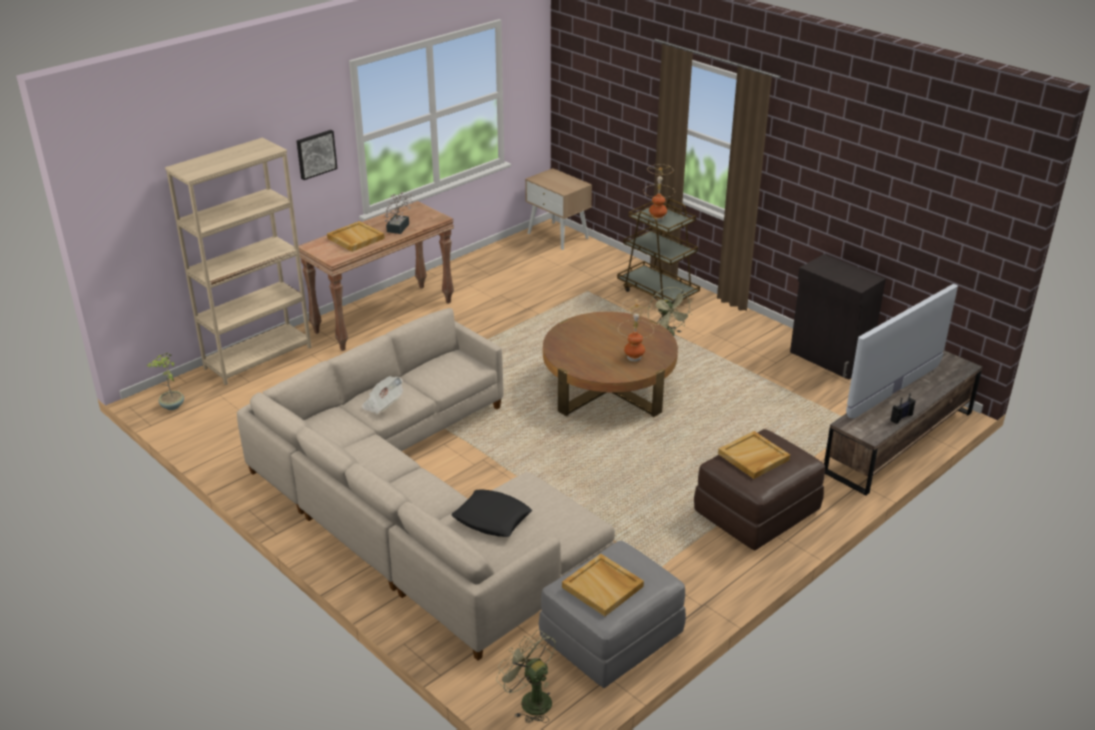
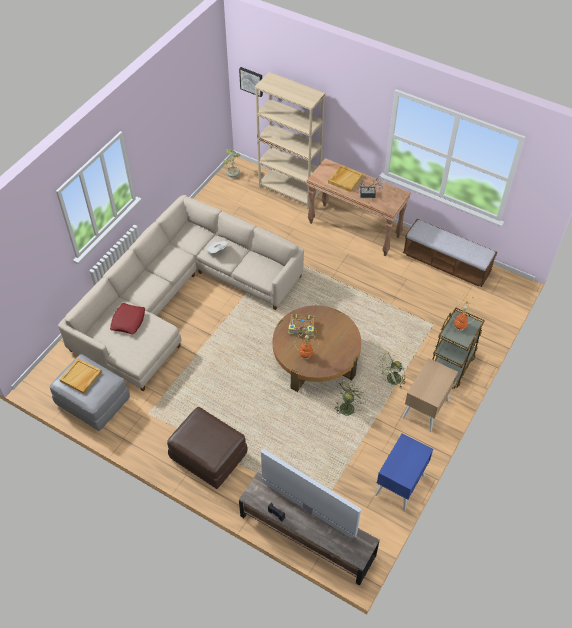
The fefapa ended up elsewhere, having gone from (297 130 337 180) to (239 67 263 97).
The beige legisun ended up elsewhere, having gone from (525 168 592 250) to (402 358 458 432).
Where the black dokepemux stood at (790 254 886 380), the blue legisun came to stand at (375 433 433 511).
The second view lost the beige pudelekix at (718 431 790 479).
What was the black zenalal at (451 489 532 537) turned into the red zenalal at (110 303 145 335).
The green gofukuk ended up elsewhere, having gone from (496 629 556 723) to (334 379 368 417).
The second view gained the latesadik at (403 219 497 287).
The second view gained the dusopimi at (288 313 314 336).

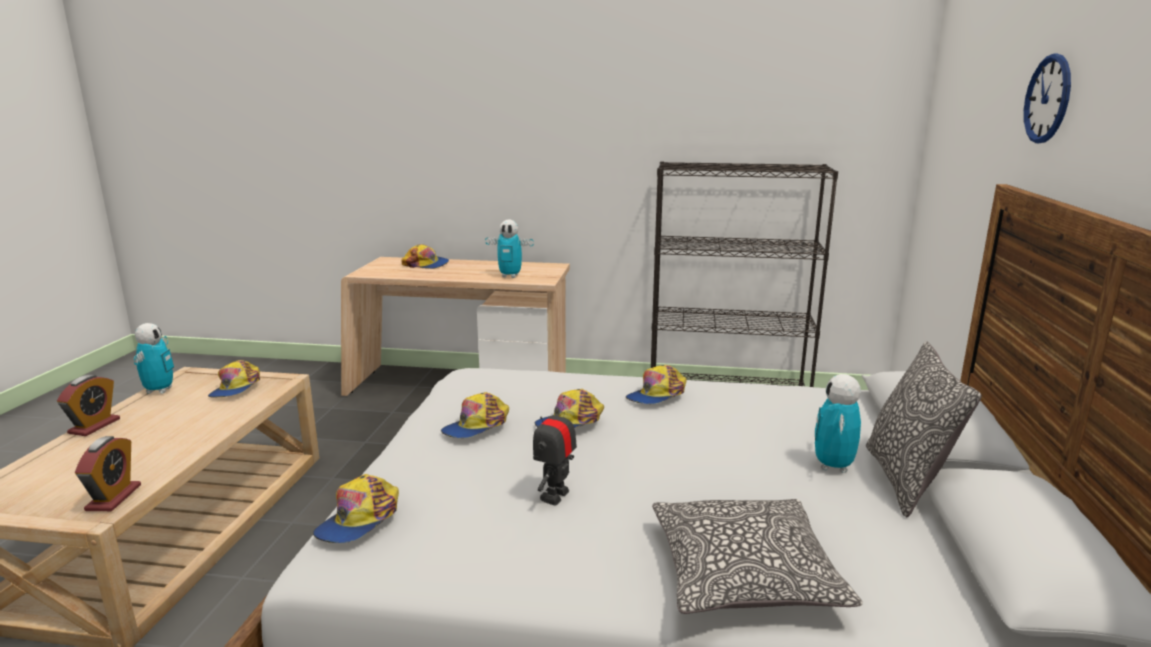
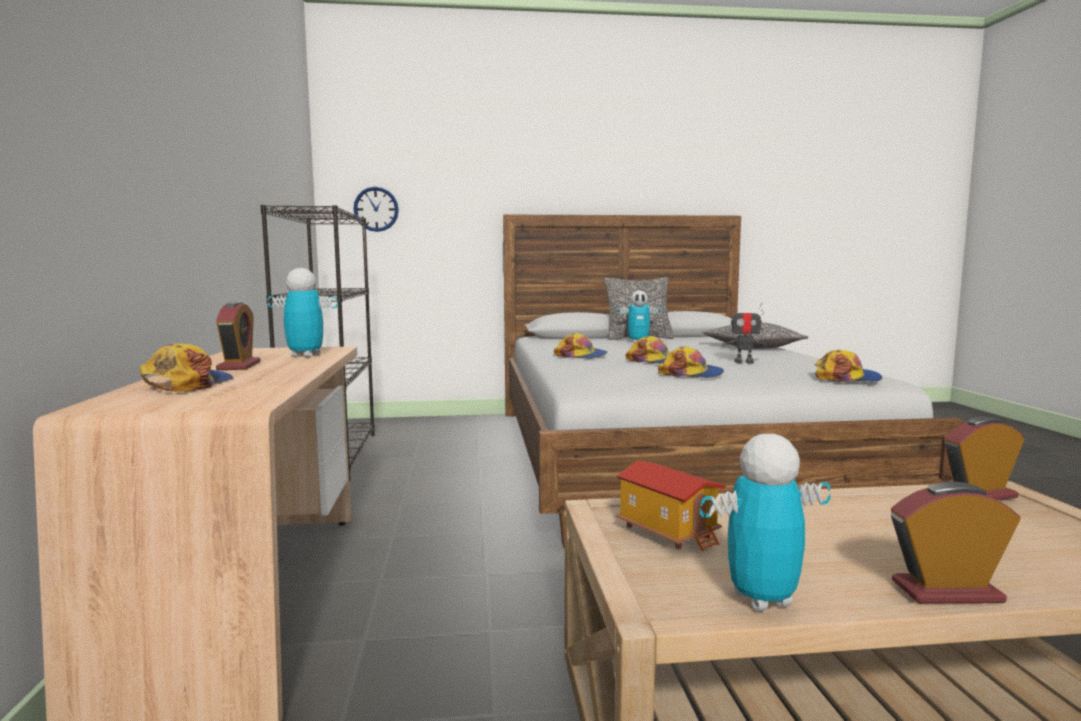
The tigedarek ended up elsewhere, having gone from (1024 54 1071 143) to (353 187 399 232).
The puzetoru at (485 219 534 278) ended up facing another way, 75 degrees counterclockwise from before.
Where the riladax stood at (208 360 260 398), the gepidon came to stand at (616 460 726 552).
The second view gained the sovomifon at (216 301 260 370).

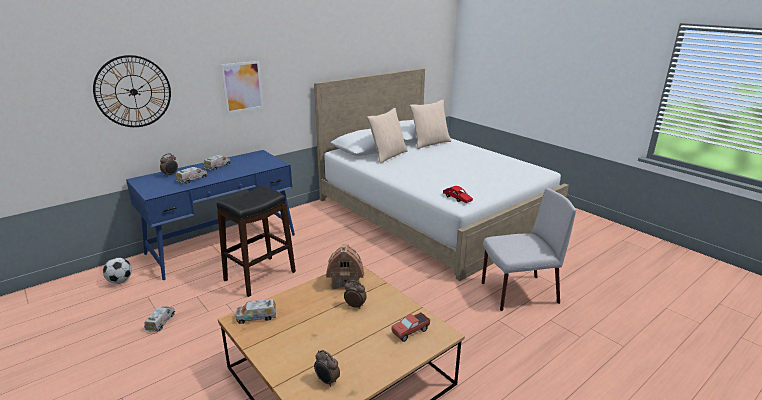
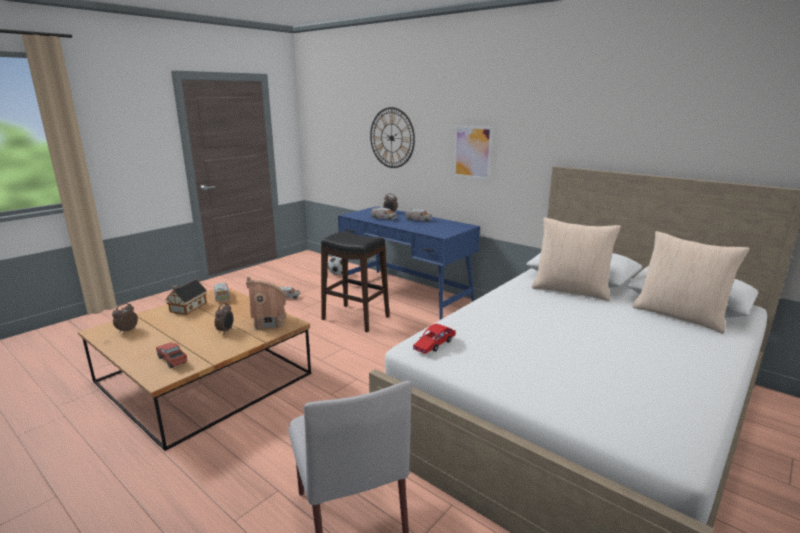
The second view gained the gepidon at (165 279 207 315).

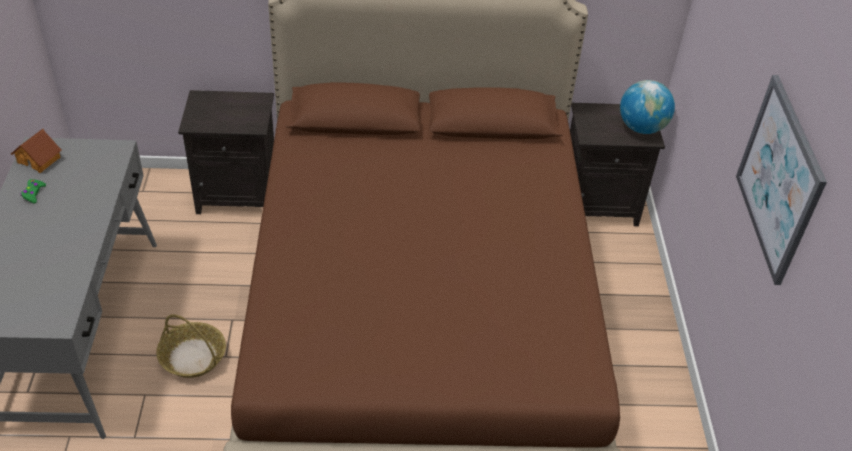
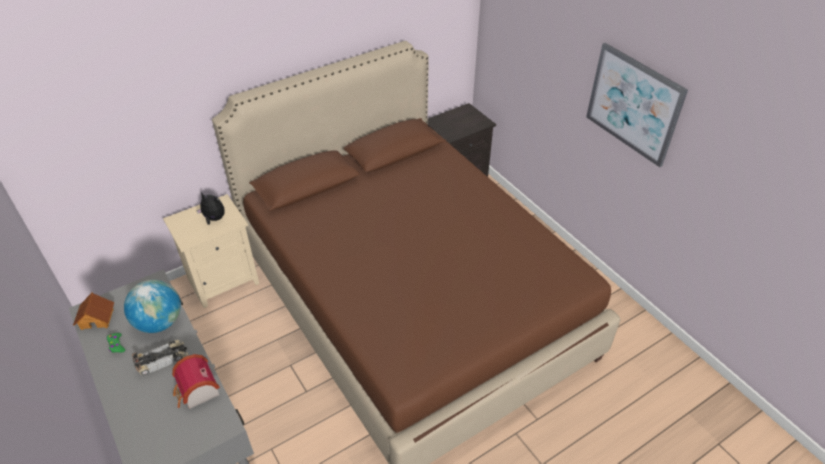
The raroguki ended up elsewhere, having gone from (620 80 675 134) to (124 280 181 333).
What was the black legisun at (178 90 274 214) turned into the beige legisun at (163 194 259 308).
The second view lost the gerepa at (156 314 226 378).
The second view gained the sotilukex at (196 192 225 225).
The second view gained the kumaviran at (132 340 188 376).
The second view gained the gepidon at (172 354 220 409).

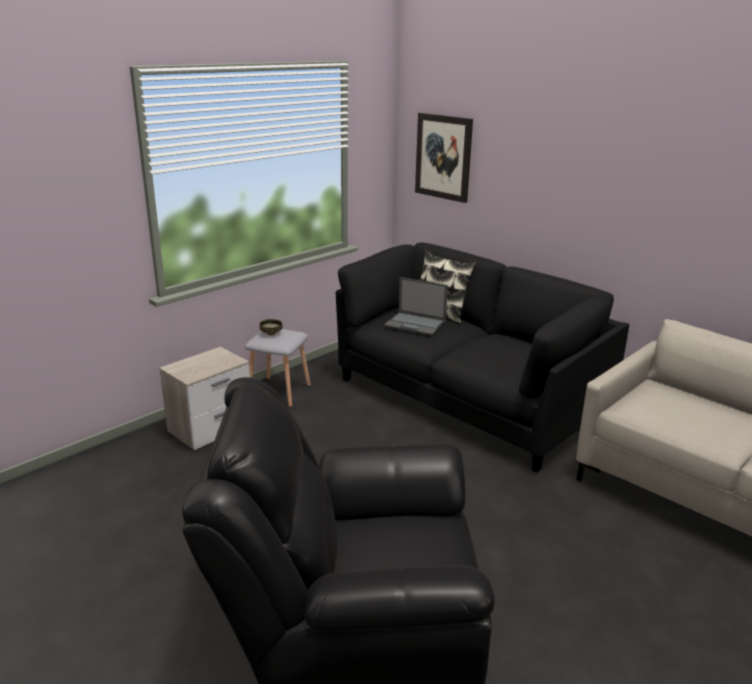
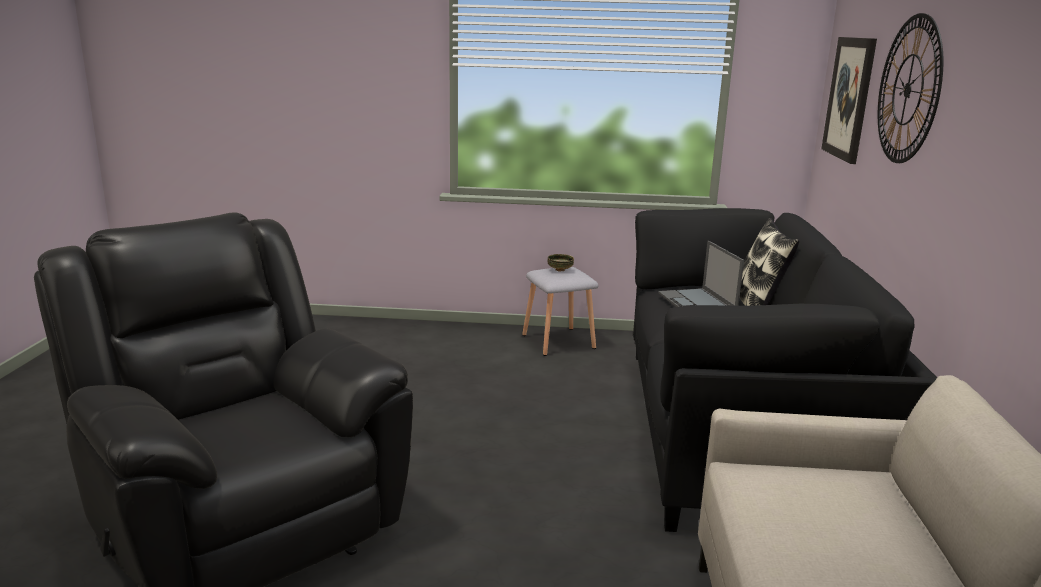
The second view lost the legisun at (159 347 250 451).
The second view gained the tigedarek at (878 13 943 163).

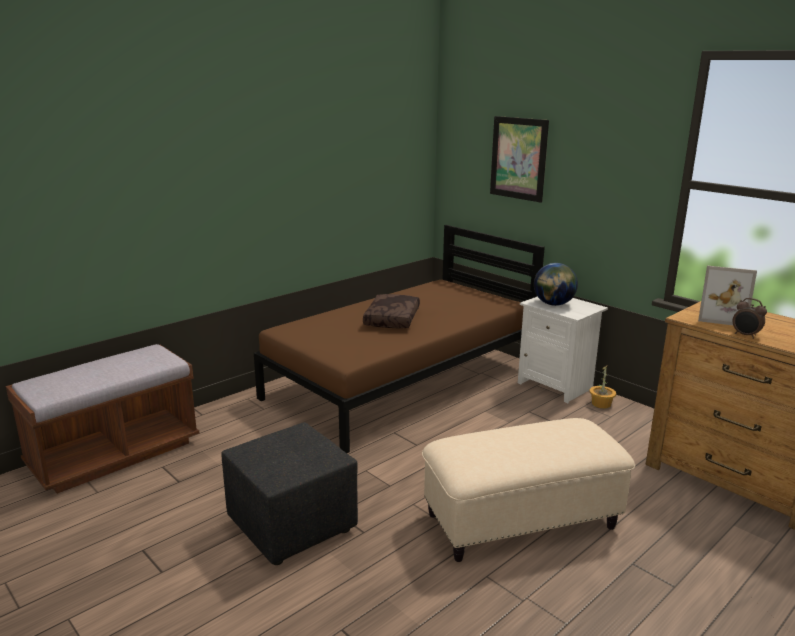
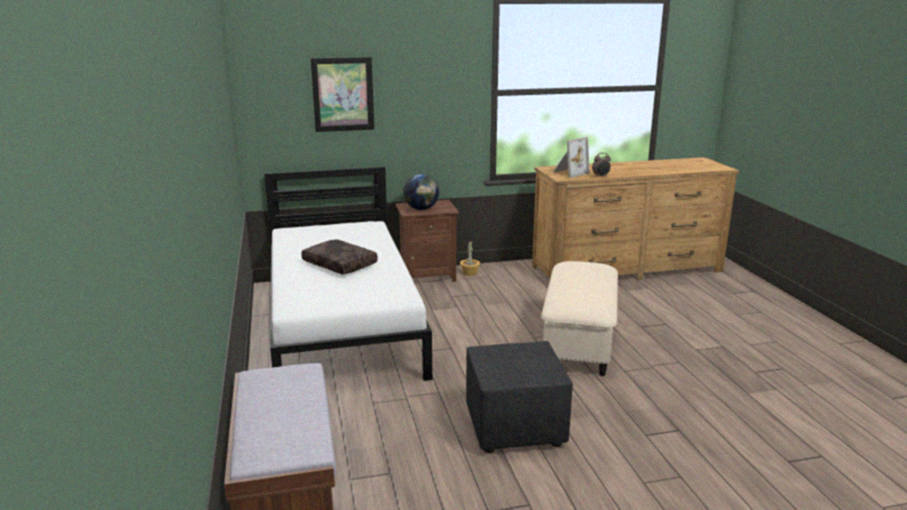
What was the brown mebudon at (254 225 545 453) turned into the white mebudon at (264 167 432 381).
What was the white legisun at (518 297 608 403) turned into the brown legisun at (395 200 459 282).

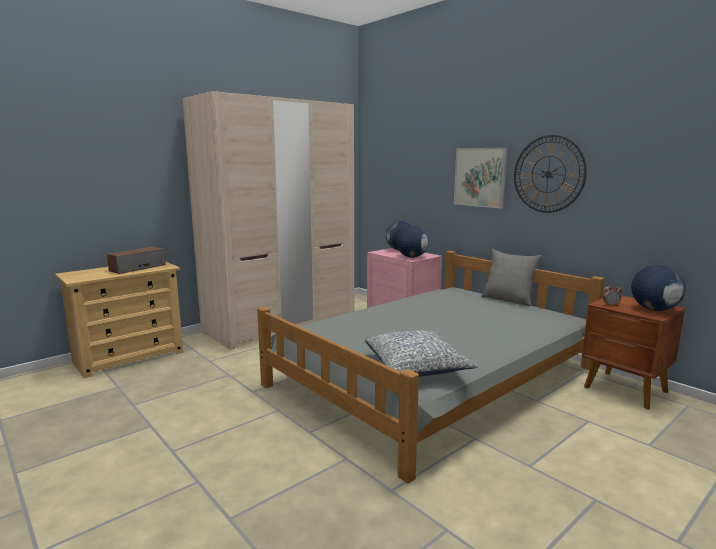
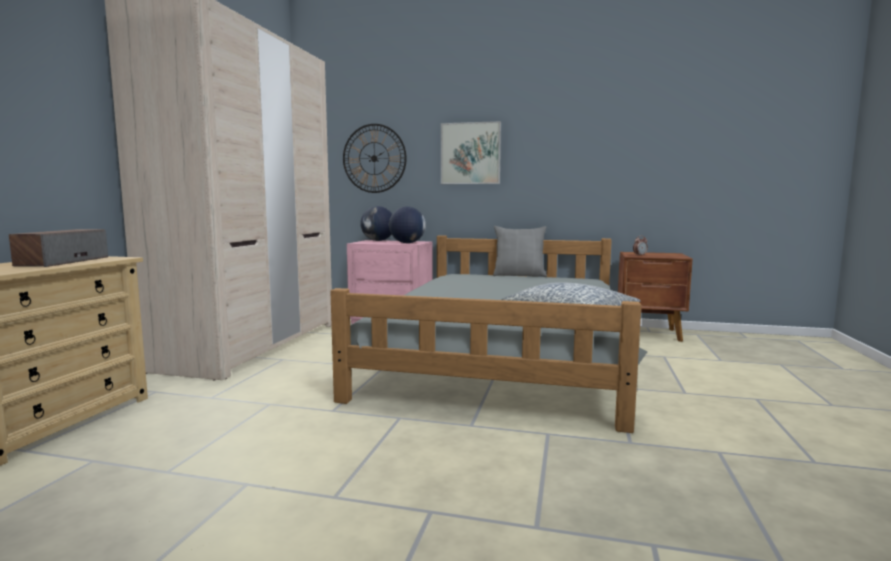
The tigedarek ended up elsewhere, having gone from (514 135 587 213) to (343 124 407 193).
The second view lost the raroguki at (631 265 686 311).

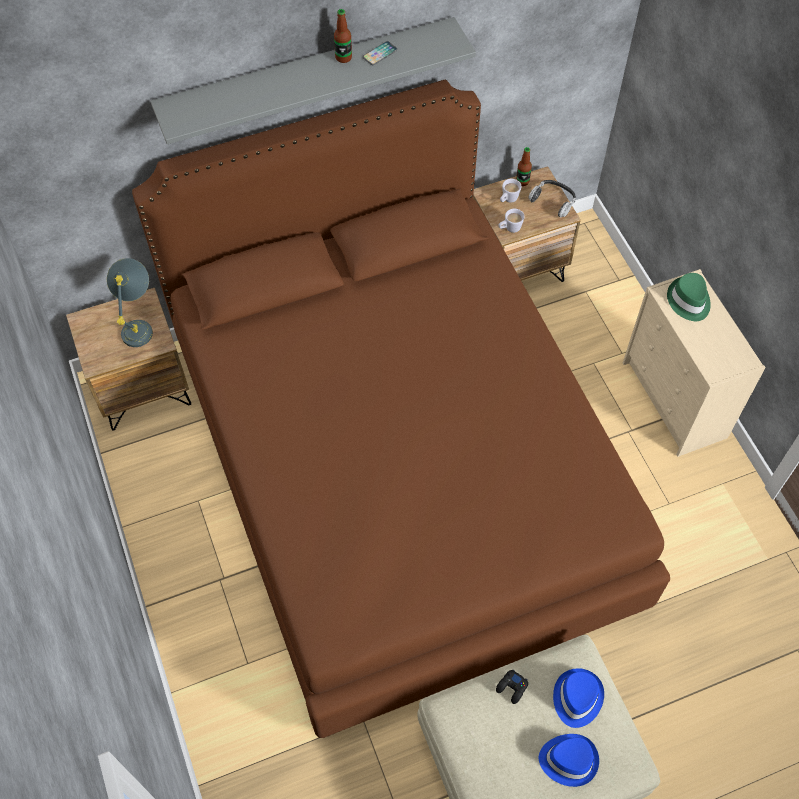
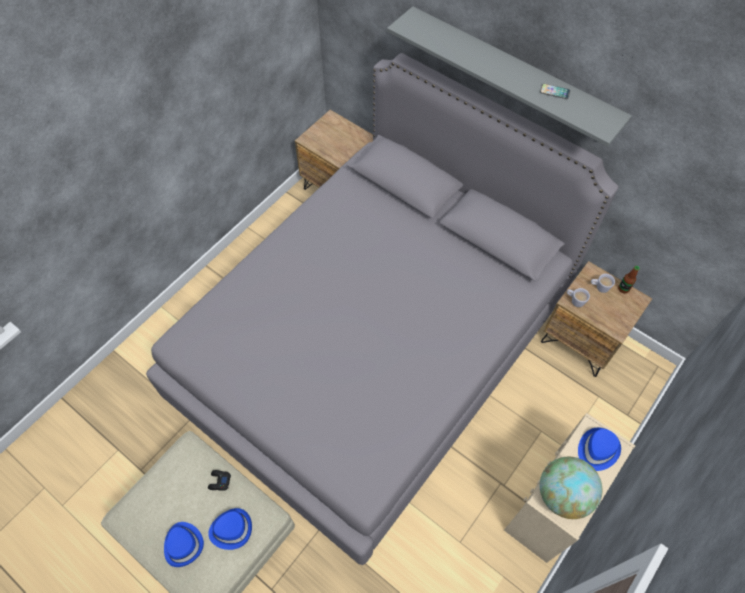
The second view lost the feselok at (334 9 352 63).
What was the brown mebudon at (132 80 670 738) turned into the grey mebudon at (146 53 619 565).
The second view lost the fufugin at (528 180 576 218).
The second view lost the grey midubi at (107 258 153 347).
What was the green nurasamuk at (667 273 711 321) turned into the blue nurasamuk at (578 428 621 471).
The second view gained the raroguki at (540 457 602 519).

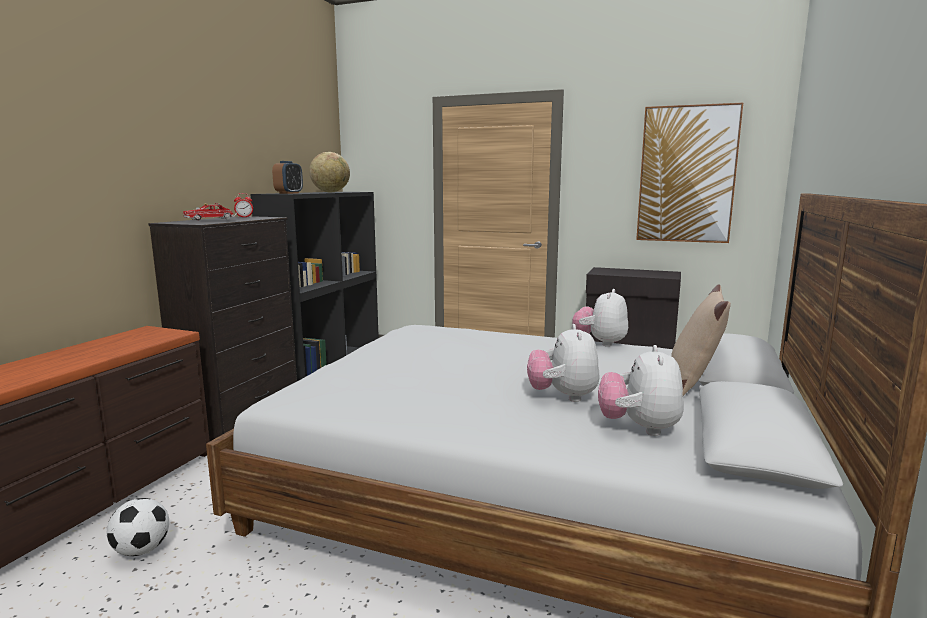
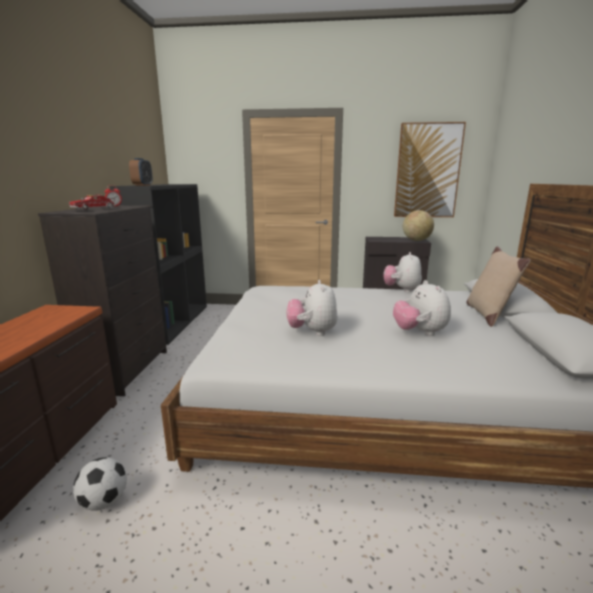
The raroguki ended up elsewhere, having gone from (309 152 350 192) to (403 210 434 241).
The sotilukex ended up elsewhere, having gone from (598 345 684 436) to (286 280 338 336).

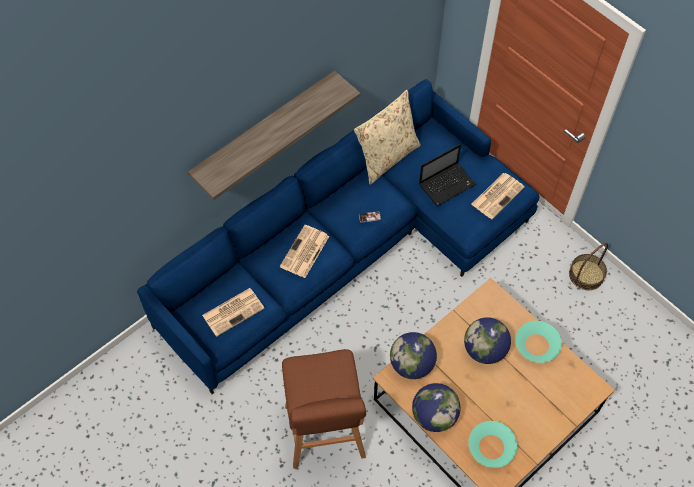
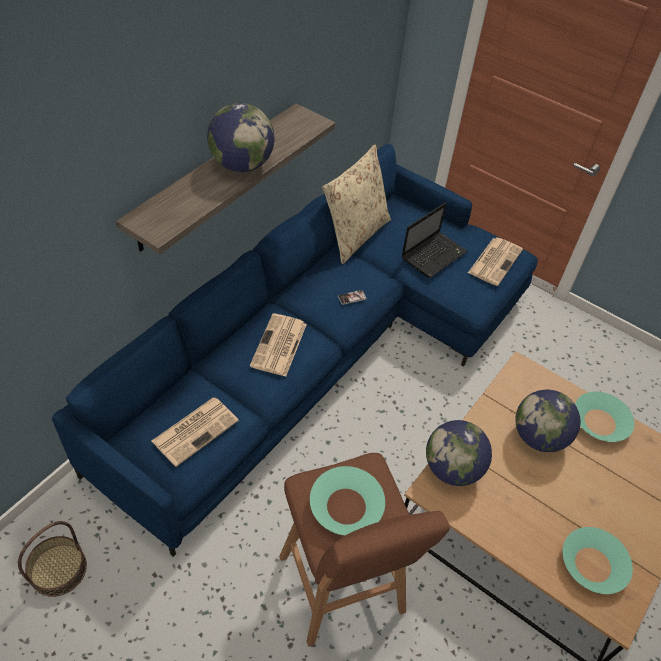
The gerepa ended up elsewhere, having gone from (569 243 608 290) to (18 521 87 597).
The raroguki ended up elsewhere, having gone from (412 383 461 432) to (207 103 274 172).
The second view gained the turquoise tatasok at (310 466 385 535).

